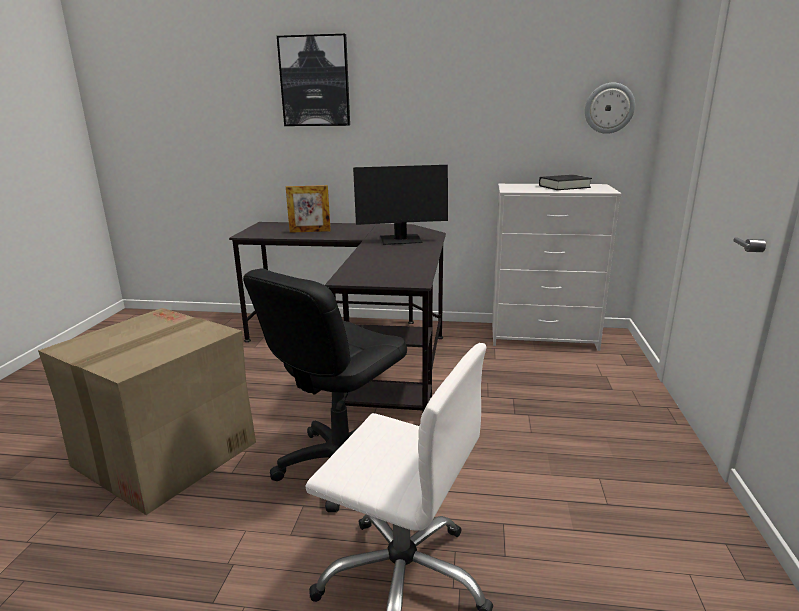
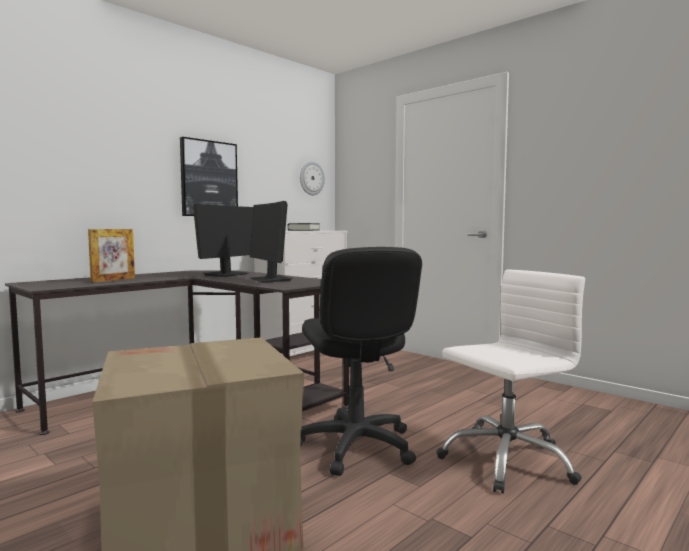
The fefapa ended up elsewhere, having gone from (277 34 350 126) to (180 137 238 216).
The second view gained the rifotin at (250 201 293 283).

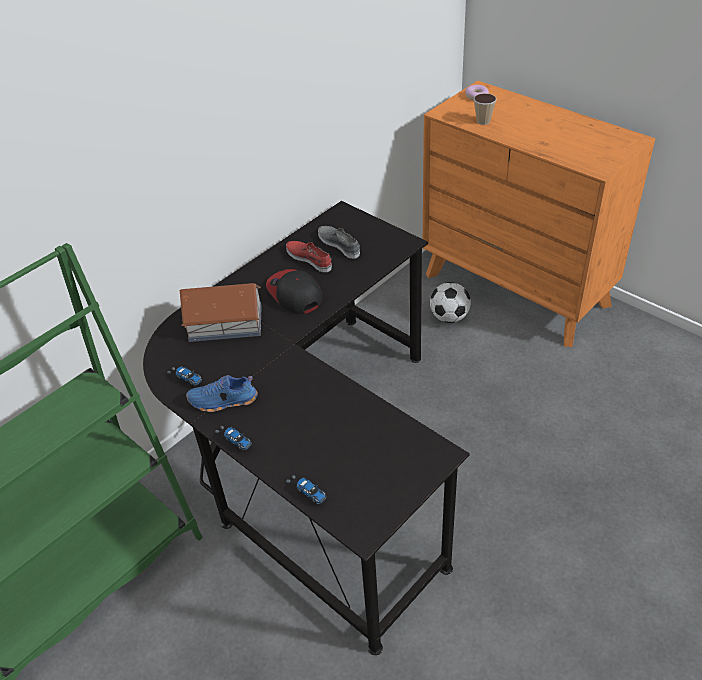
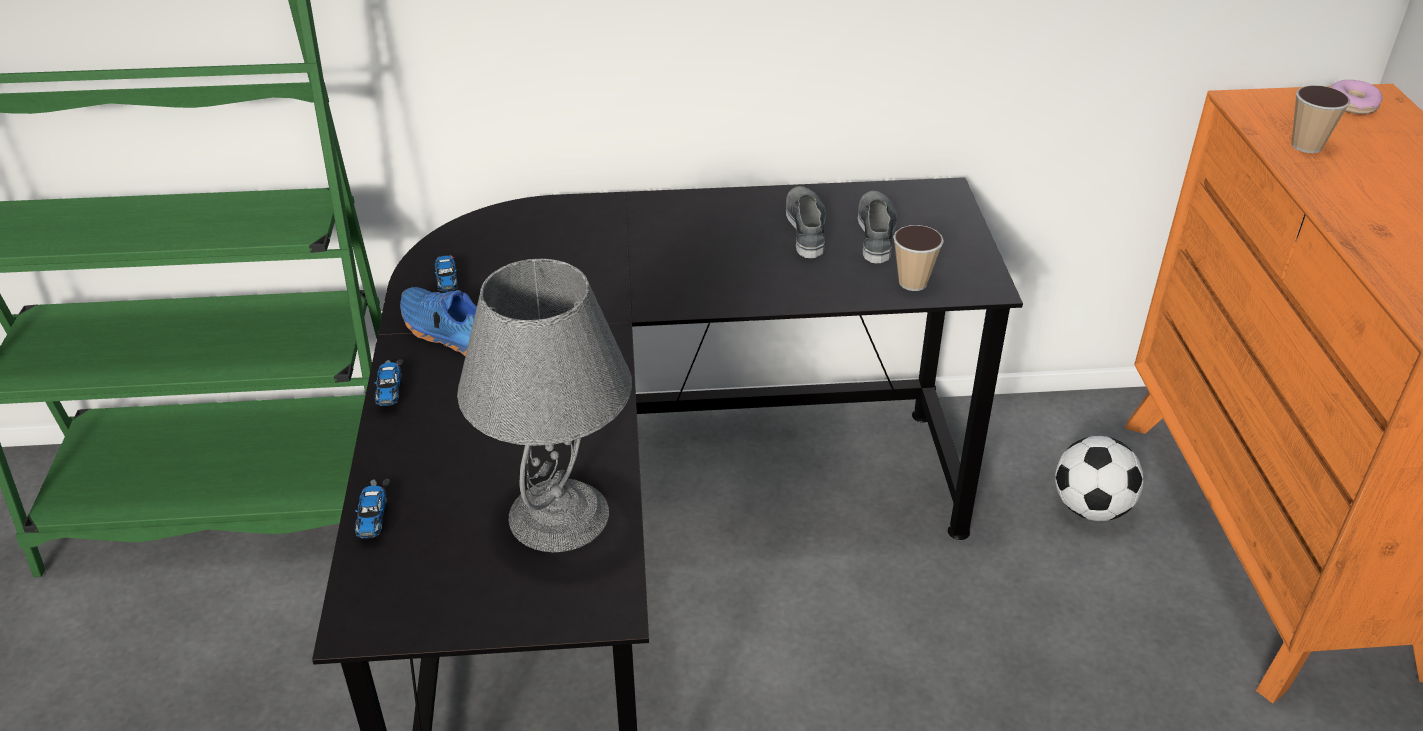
What was the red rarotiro at (286 241 332 272) turned into the grey rarotiro at (786 186 826 258).
The second view lost the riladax at (266 269 323 314).
The second view lost the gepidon at (180 283 262 342).
The second view gained the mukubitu at (893 225 944 291).
The second view gained the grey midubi at (457 259 632 552).

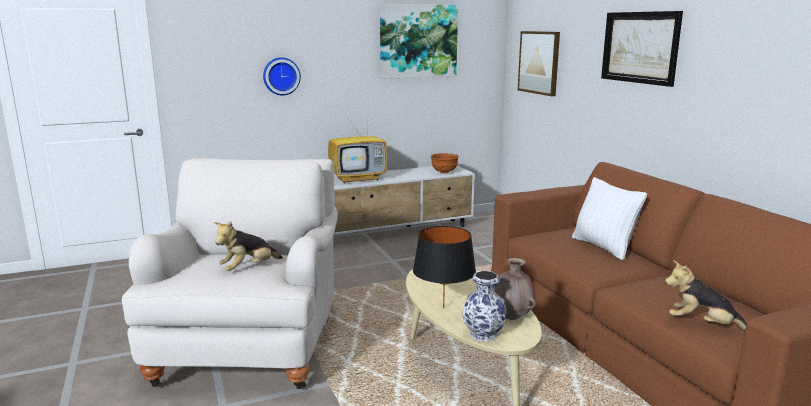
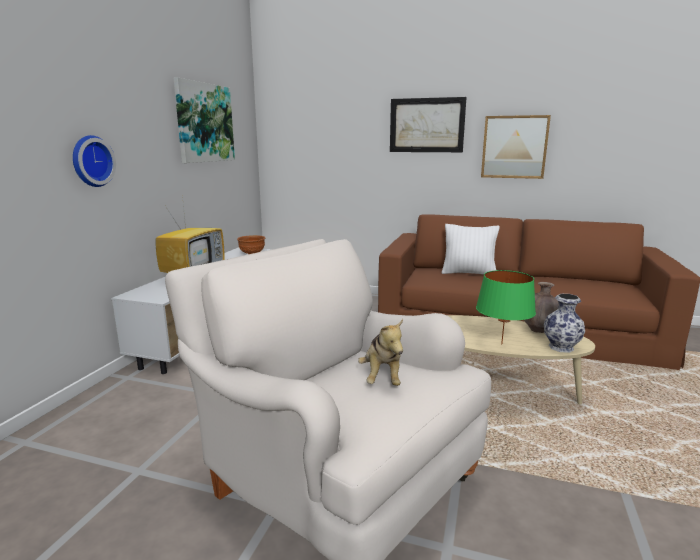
The fefapa ended up elsewhere, having gone from (518 31 560 96) to (481 115 551 179).
What was the black midubi at (413 226 476 309) turned into the green midubi at (476 270 536 345).
The second view lost the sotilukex at (665 260 747 330).

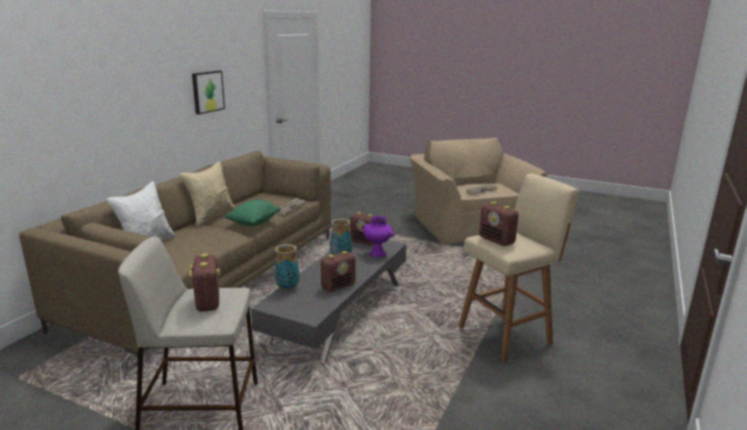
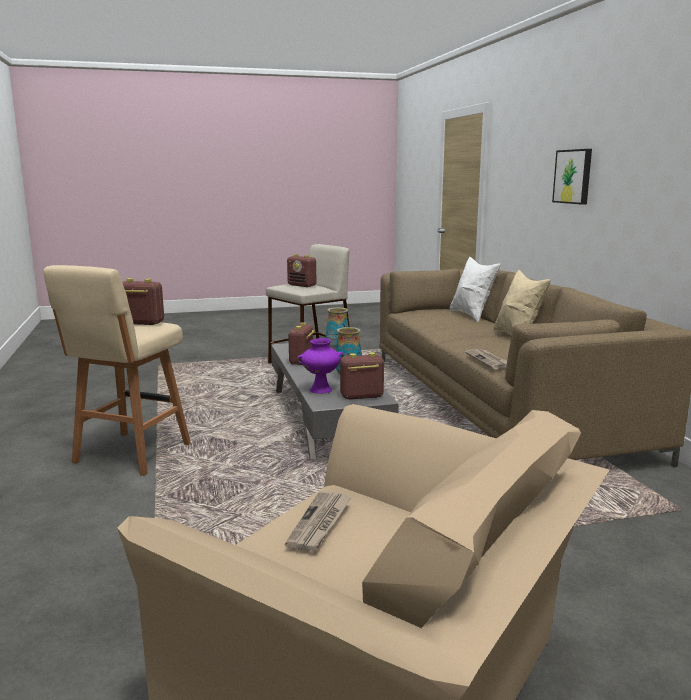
The fefapa ended up elsewhere, having gone from (192 71 225 114) to (552 149 592 205).
The second view lost the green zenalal at (224 200 281 226).

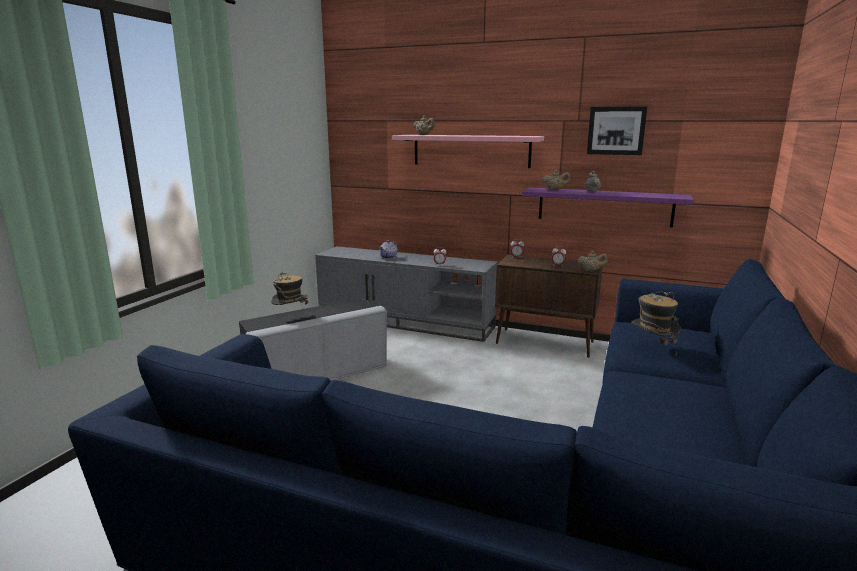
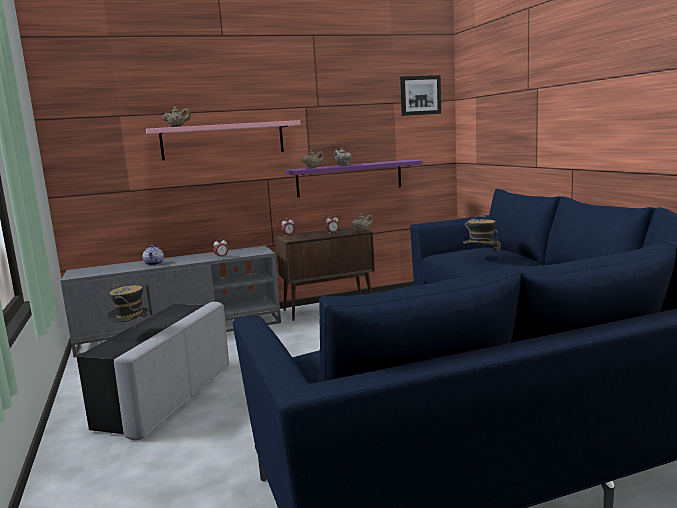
The fefapa ended up elsewhere, having gone from (587 106 647 155) to (400 75 441 116).

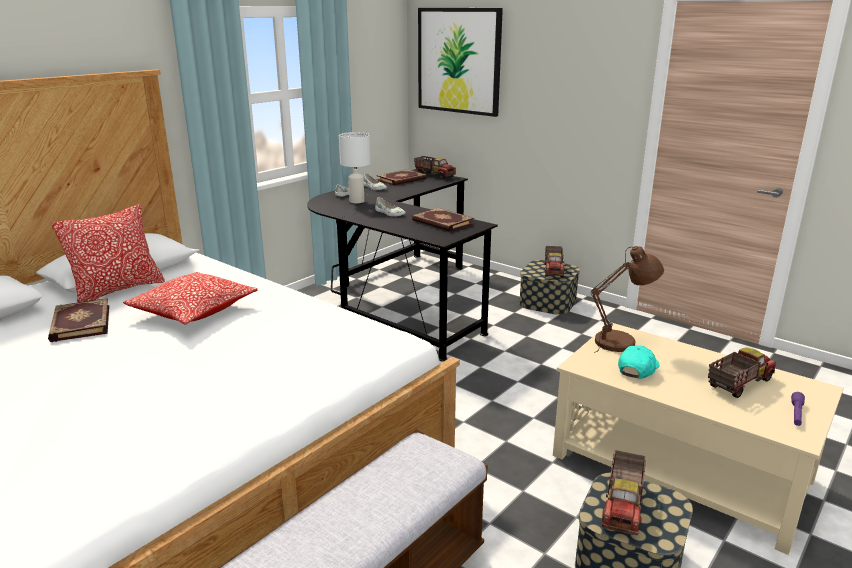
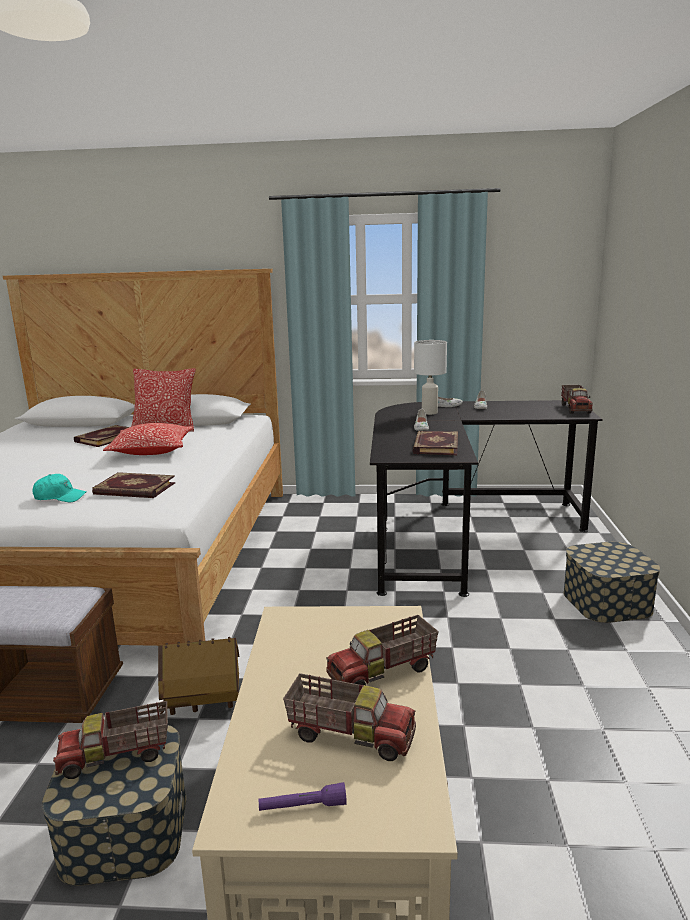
The second view lost the fefapa at (418 8 503 117).
The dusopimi ended up elsewhere, having gone from (376 169 427 186) to (92 472 175 498).
The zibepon ended up elsewhere, having gone from (545 246 565 277) to (326 615 439 685).
The second view lost the brown midubi at (591 246 664 353).
The turquoise riladax ended up elsewhere, having gone from (618 346 660 379) to (32 474 86 502).
The second view gained the gepidon at (157 637 239 715).

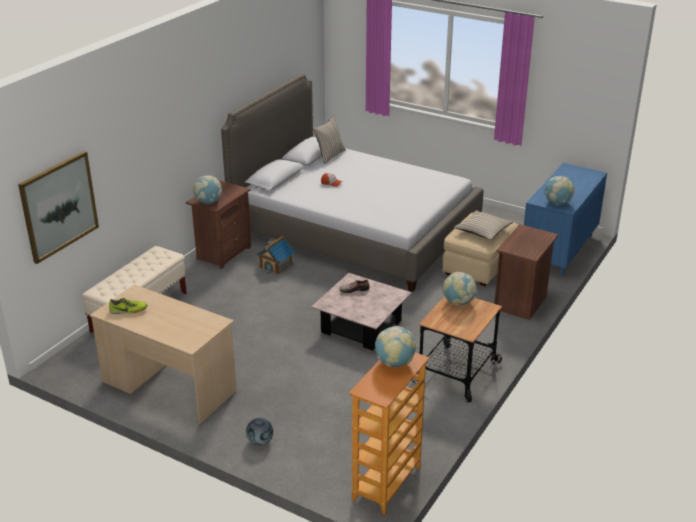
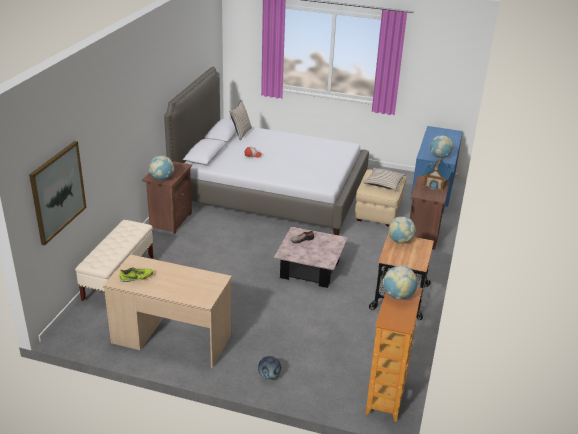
The gepidon ended up elsewhere, having gone from (256 236 295 275) to (422 157 452 191).

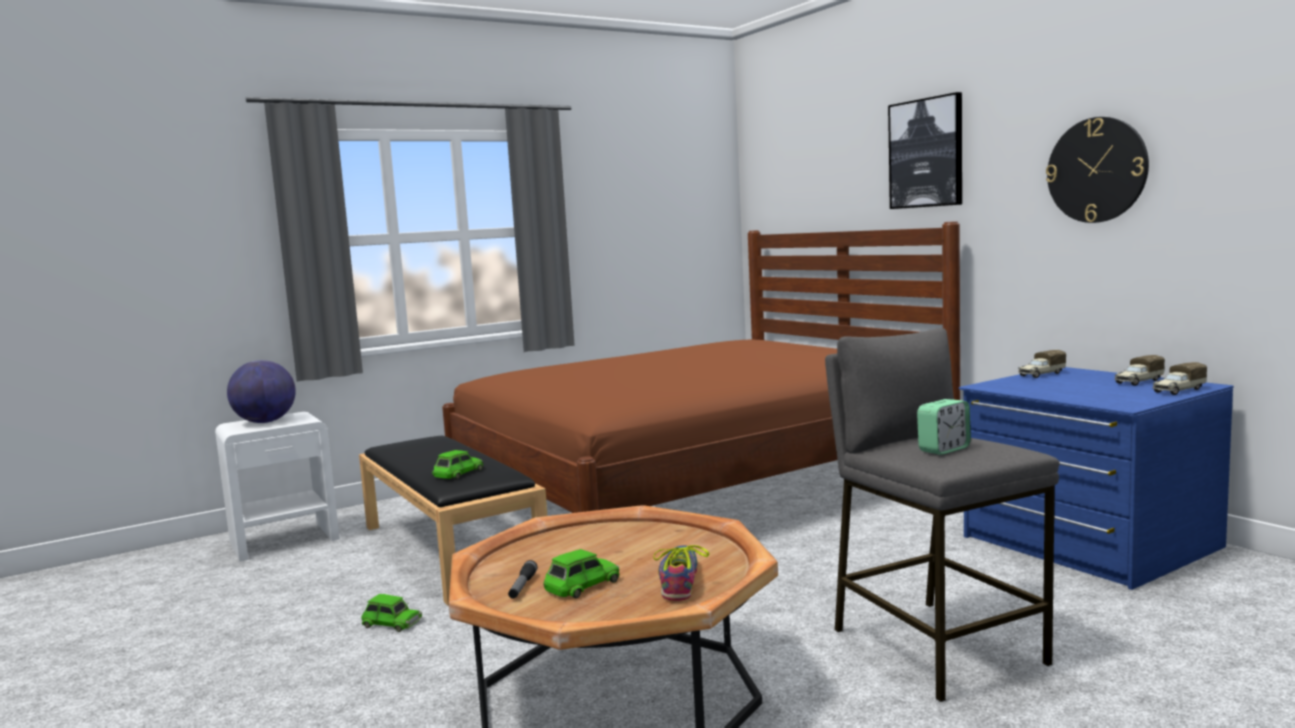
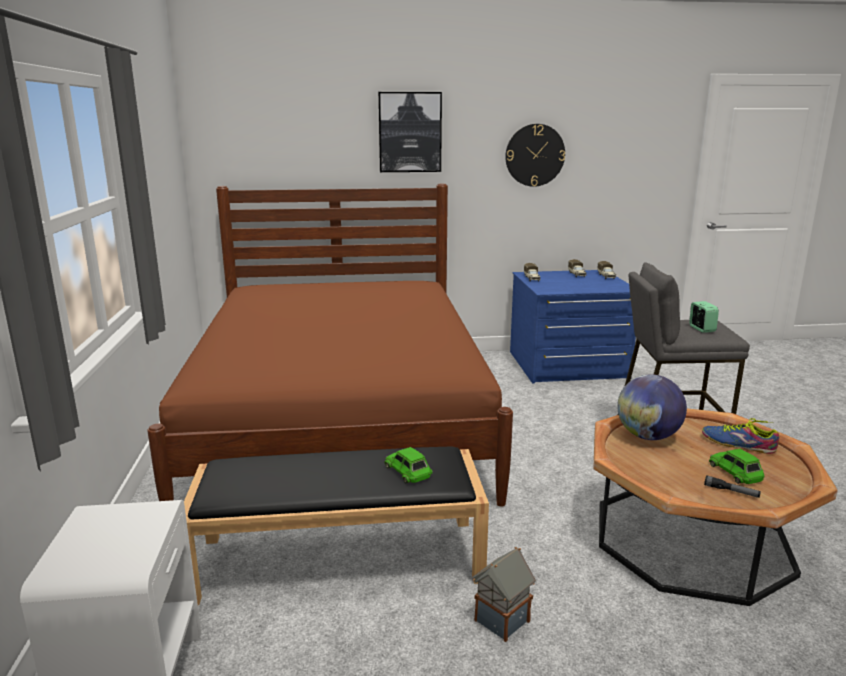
The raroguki ended up elsewhere, having gone from (227 360 296 423) to (617 374 687 440).
Where the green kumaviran stood at (361 594 422 632), the gepidon came to stand at (473 547 536 642).

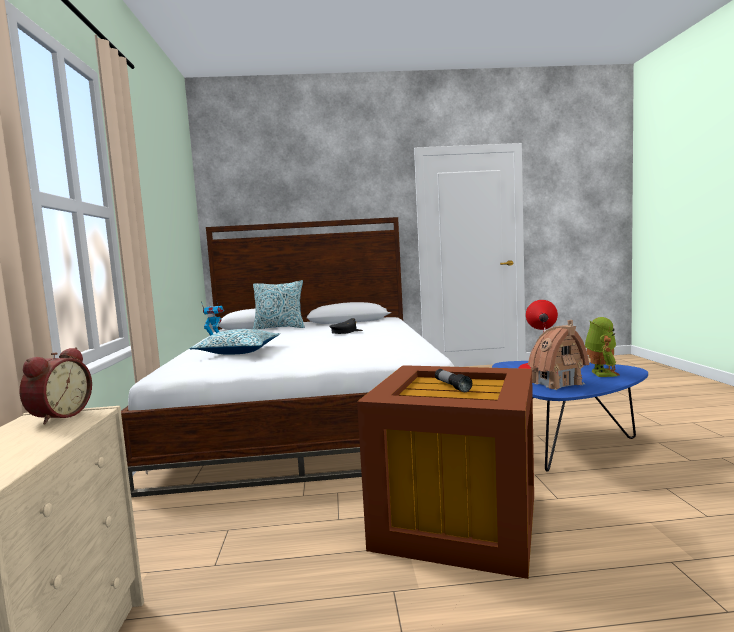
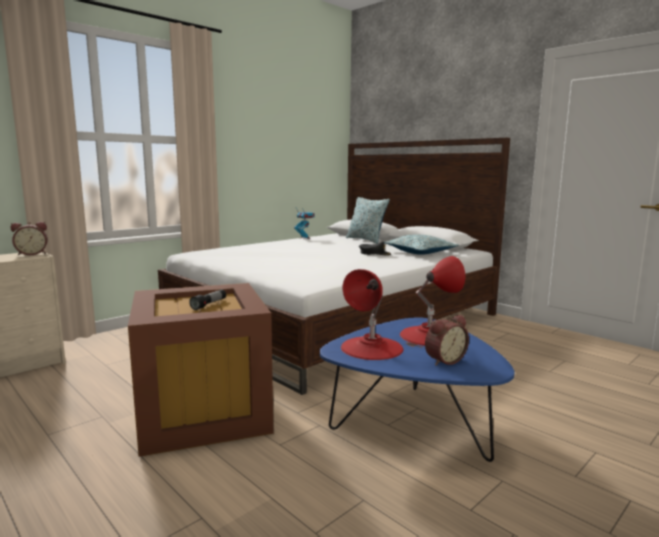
Where the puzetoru stood at (585 317 620 377), the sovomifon came to stand at (425 315 469 366).
Where the gepidon stood at (528 320 589 390), the red midubi came to stand at (341 269 404 360).
The zenalal ended up elsewhere, having gone from (190 329 280 355) to (384 235 459 255).

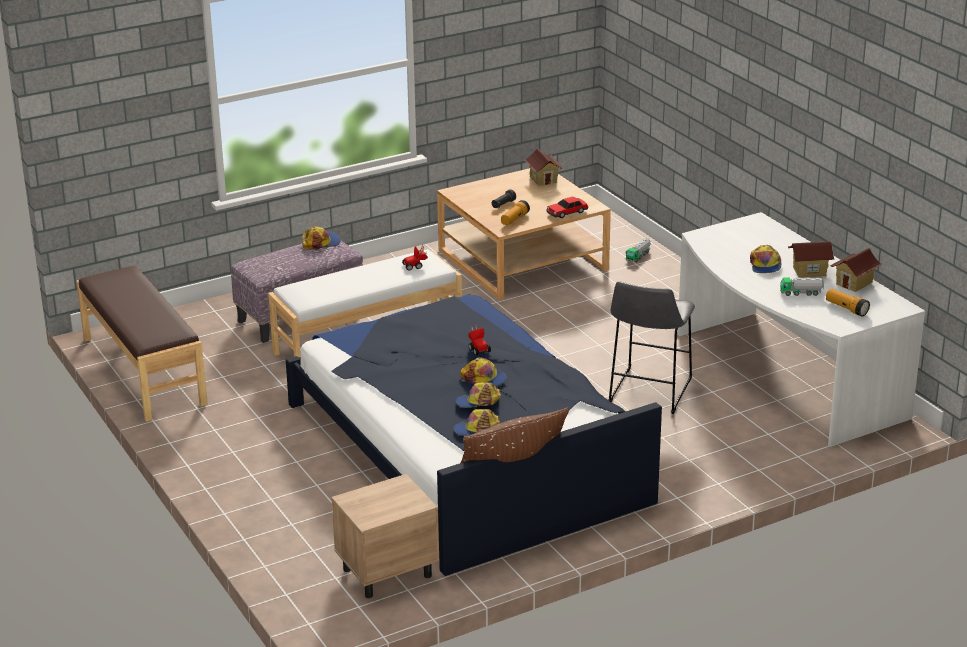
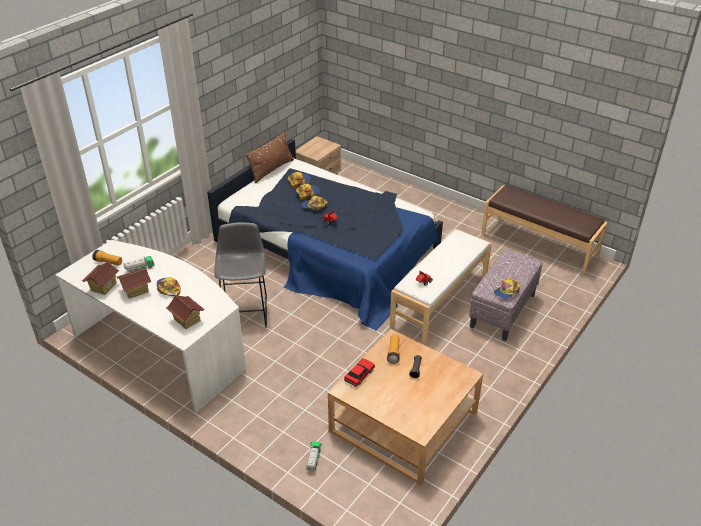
The gepidon ended up elsewhere, having gone from (525 148 563 186) to (166 295 205 329).

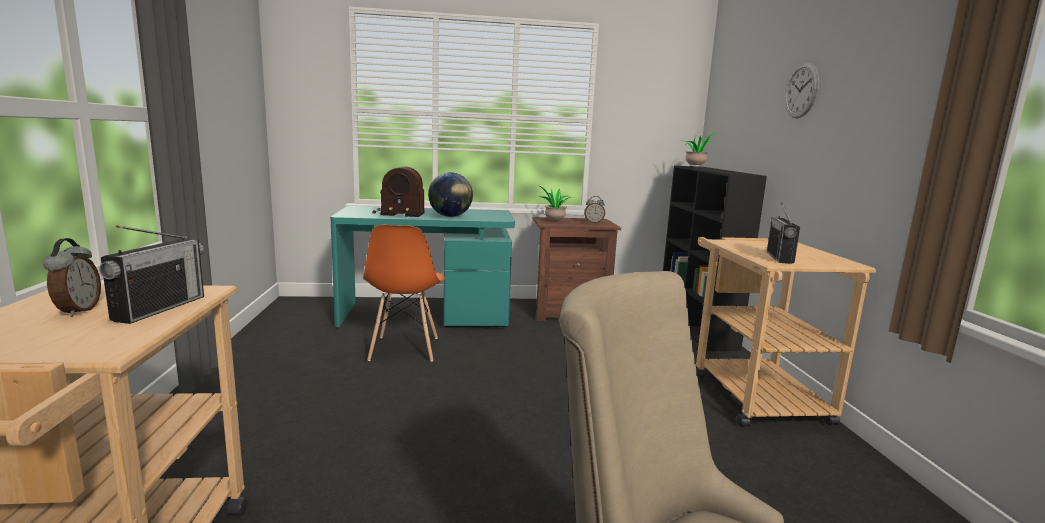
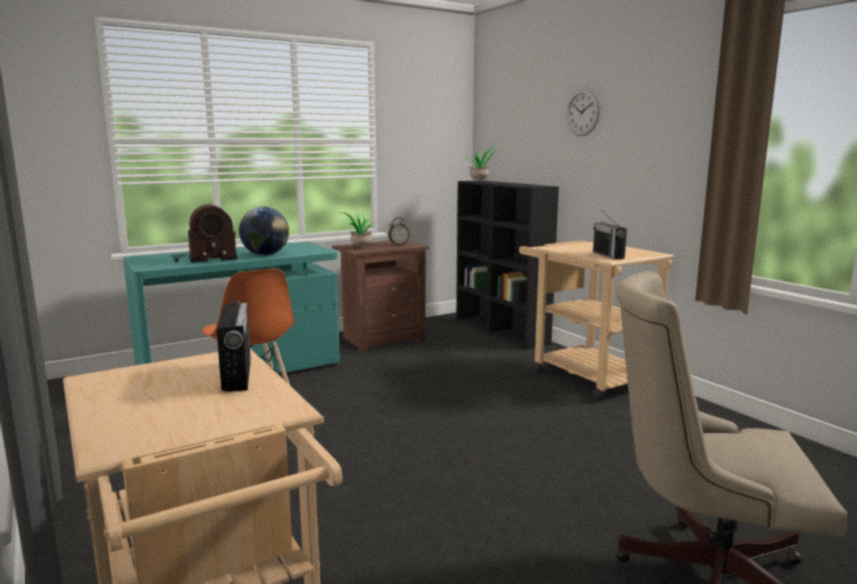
The second view lost the sovomifon at (43 238 101 317).

